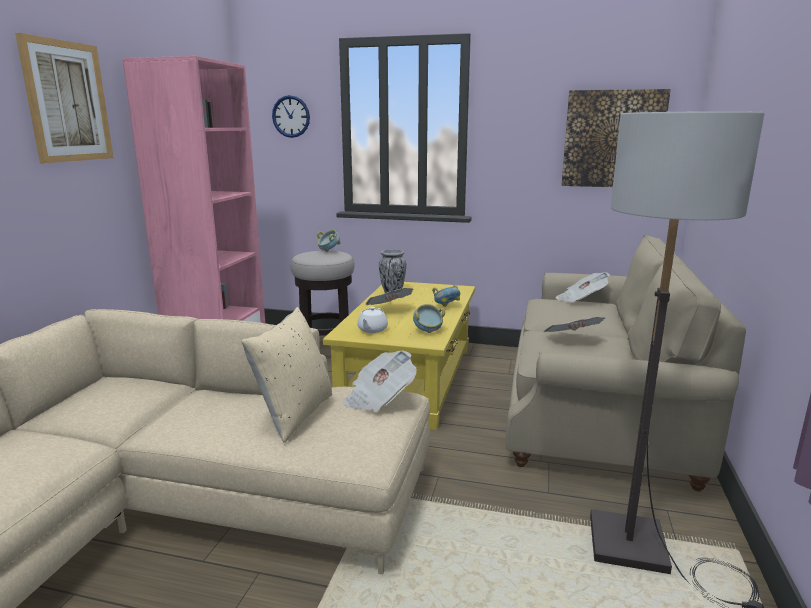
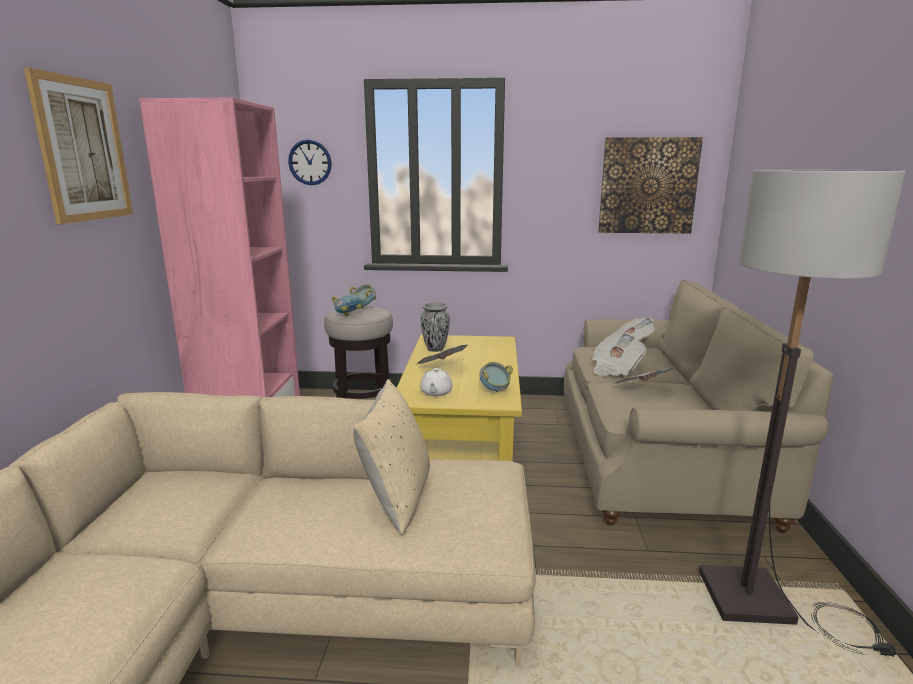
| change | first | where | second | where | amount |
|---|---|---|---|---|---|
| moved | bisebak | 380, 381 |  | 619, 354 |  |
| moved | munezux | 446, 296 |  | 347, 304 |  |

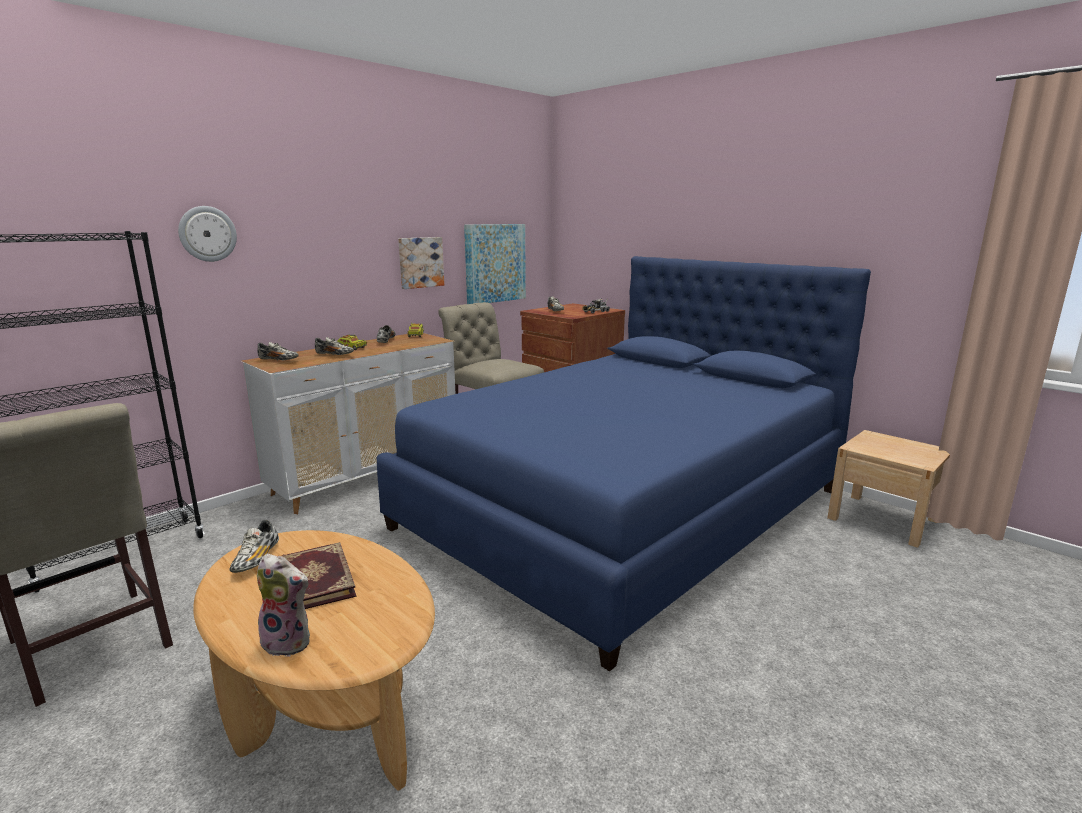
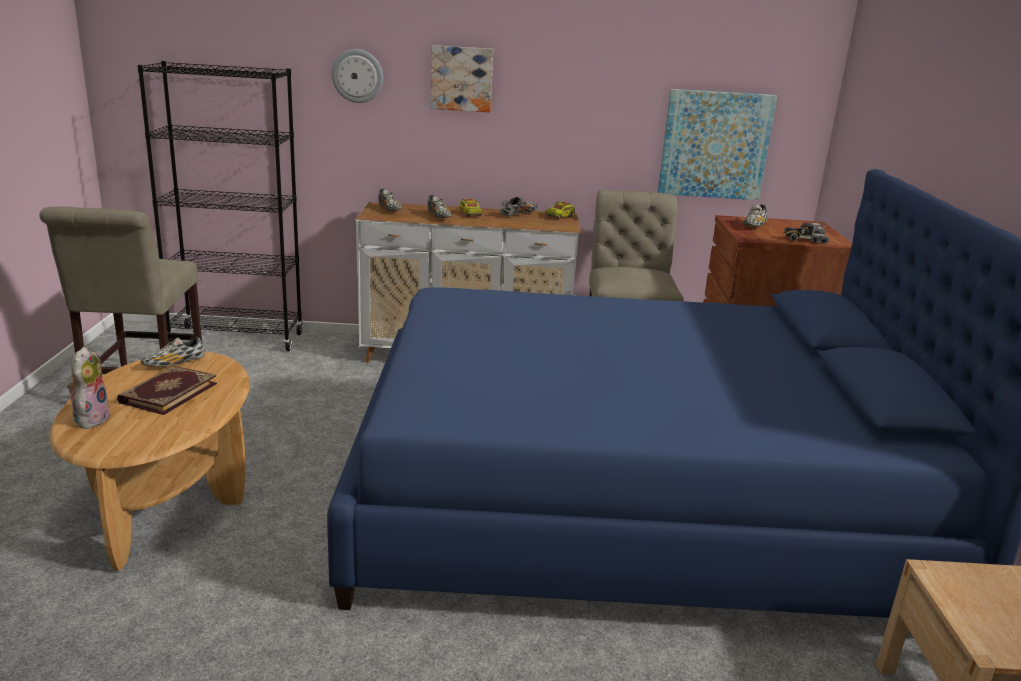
| change | first | where | second | where | amount |
|---|---|---|---|---|---|
| turned | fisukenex | 283, 605 |  | 89, 388 | 150 degrees counterclockwise |
| moved | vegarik | 421, 263 |  | 461, 78 |  |

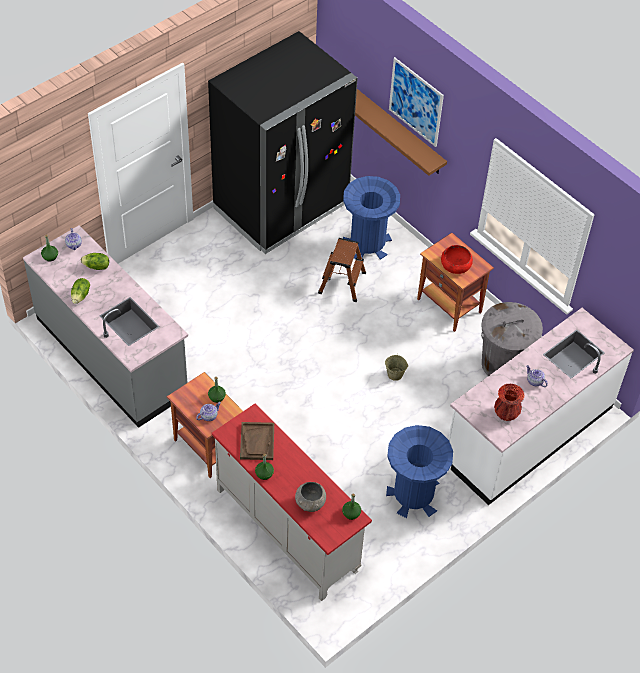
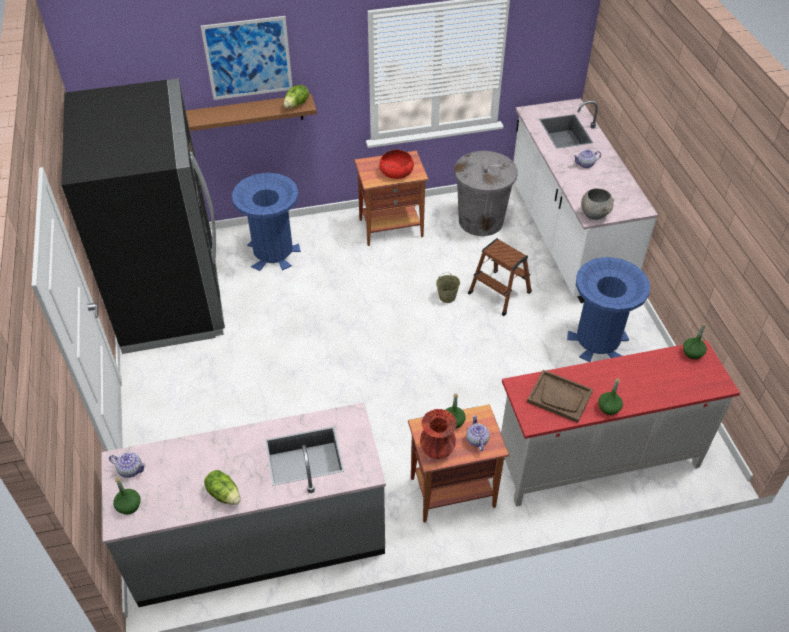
| change | first | where | second | where | amount |
|---|---|---|---|---|---|
| moved | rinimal | 95, 261 |  | 296, 96 |  |
| moved | munezux (grey) | 310, 497 |  | 597, 204 |  |
| moved | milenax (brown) | 342, 270 |  | 500, 277 |  |
| moved | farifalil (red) | 509, 402 |  | 438, 434 |  |

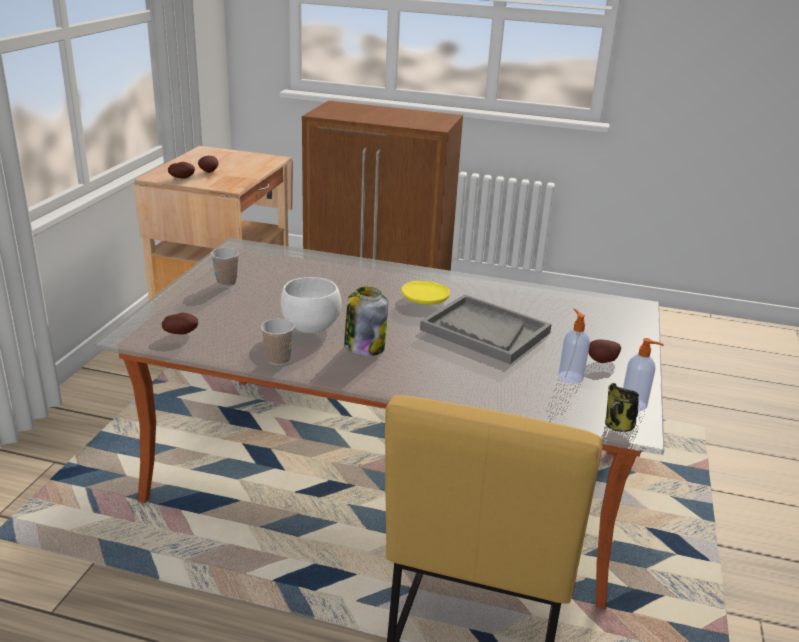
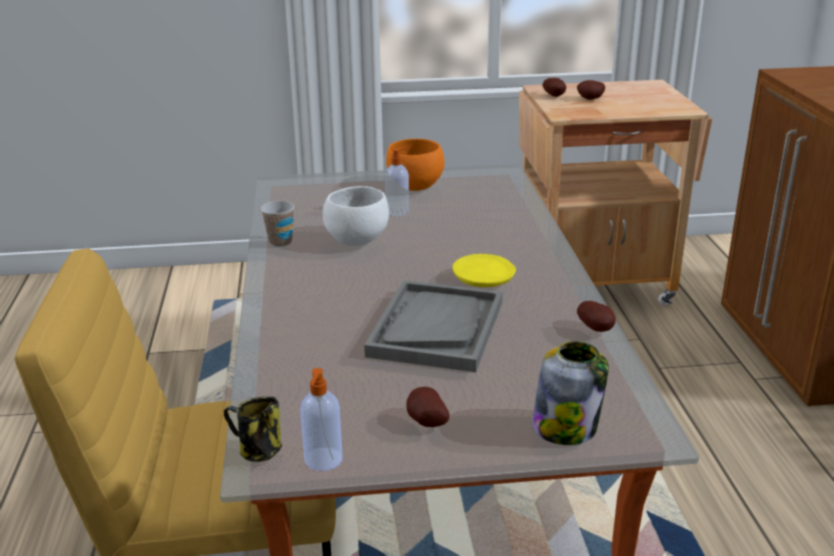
| change | first | where | second | where | amount |
|---|---|---|---|---|---|
| moved | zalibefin | 180, 323 |  | 596, 316 |  |
| replaced | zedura | 225, 267 | munezux (orange) | 415, 165 |  |
| moved | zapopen | 366, 321 |  | 570, 393 |  |
| moved | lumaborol | 574, 346 |  | 397, 181 |  |

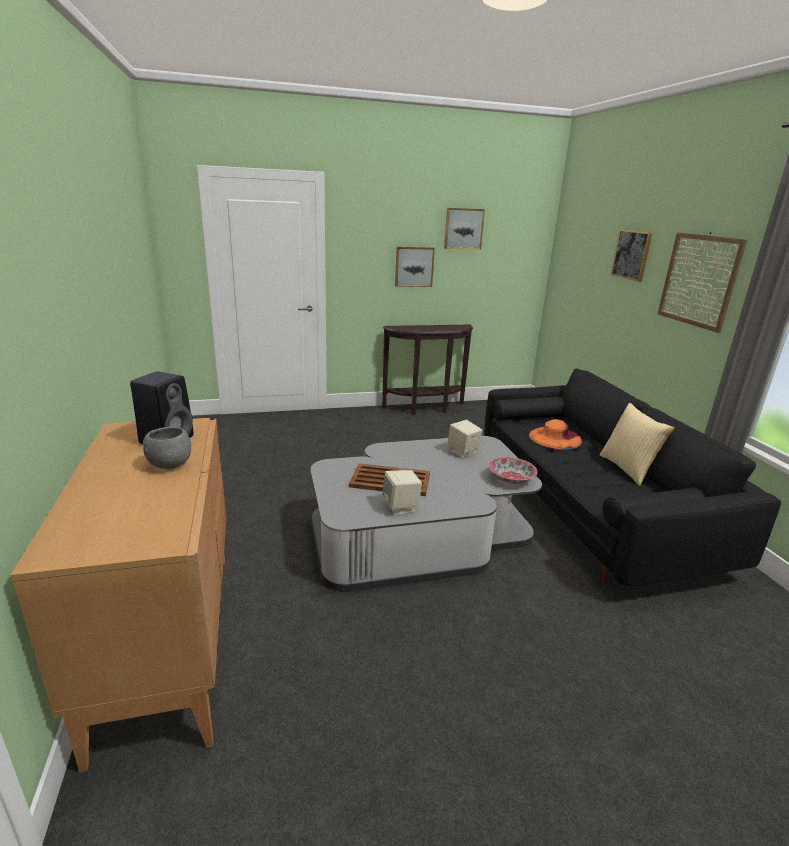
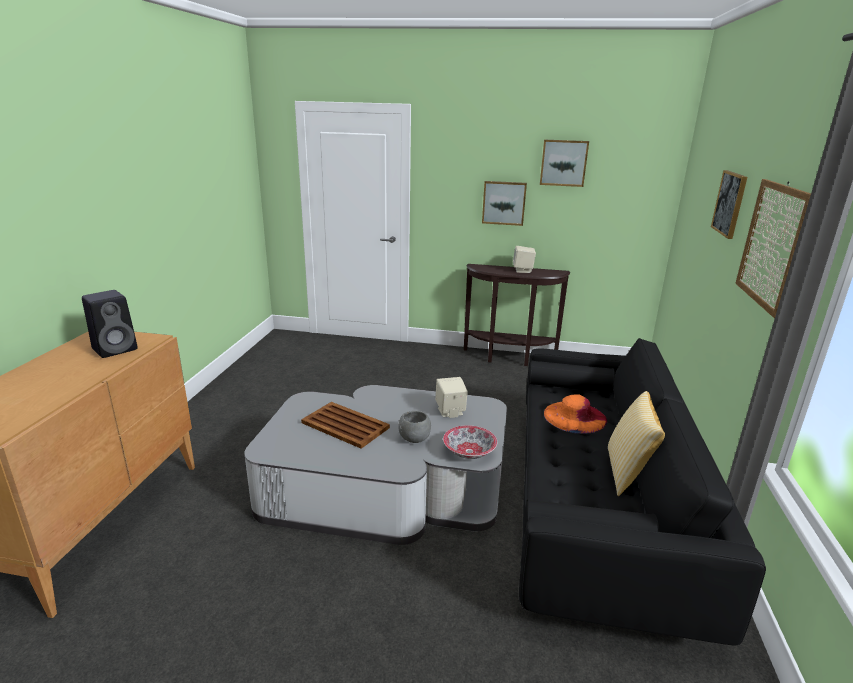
| change | first | where | second | where | amount |
|---|---|---|---|---|---|
| moved | munezux (grey) | 167, 448 |  | 414, 427 |  |
| moved | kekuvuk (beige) | 402, 492 |  | 524, 259 |  |

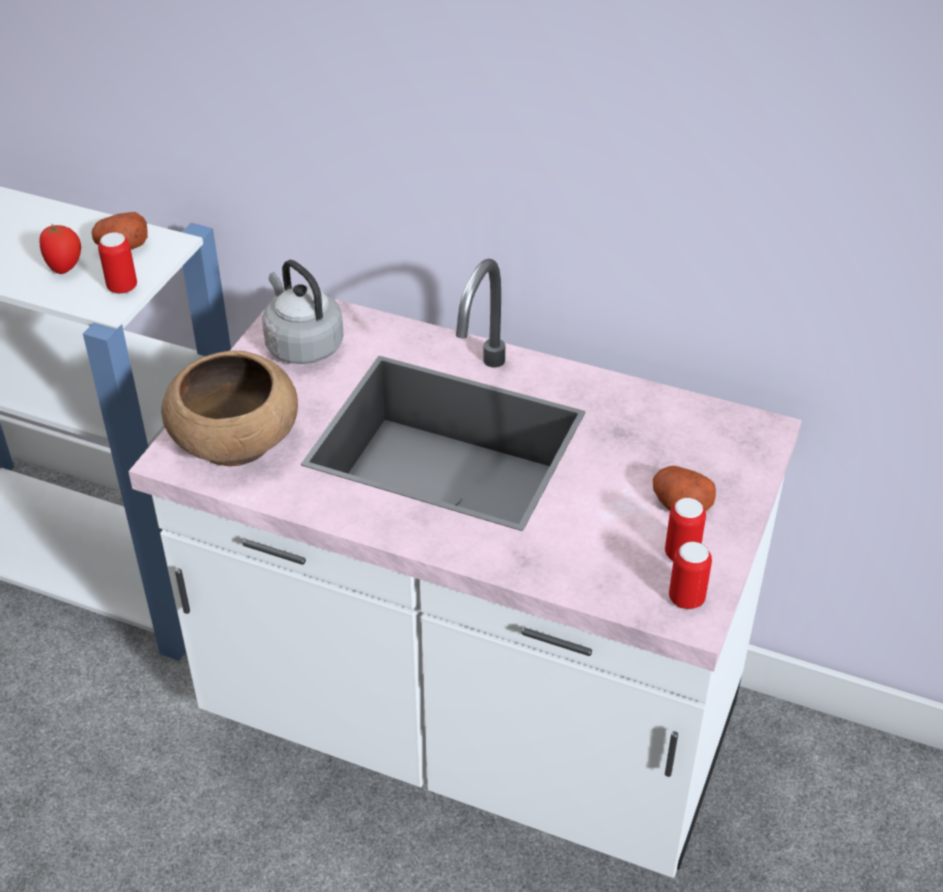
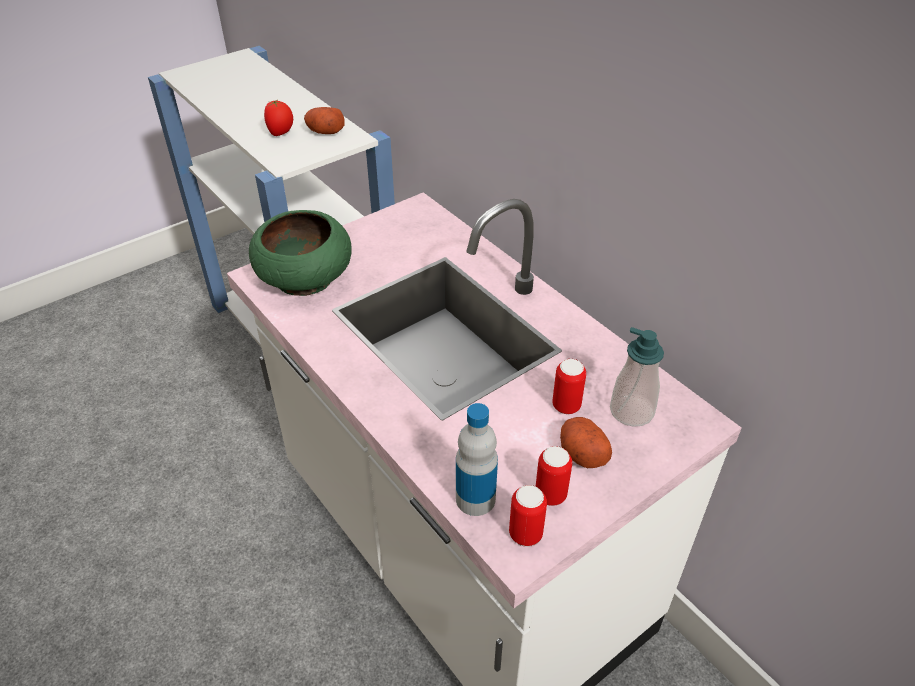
| change | first | where | second | where | amount |
|---|---|---|---|---|---|
| moved | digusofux | 117, 263 |  | 569, 386 |  |
| recoloured | munezux (brown) | 229, 408 | munezux (green) | 300, 253 |  |
| removed | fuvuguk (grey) | 303, 312 |  |  |  |
| added |  |  | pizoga | 477, 459 |  |
| added |  |  | lumaborol | 637, 377 |  |

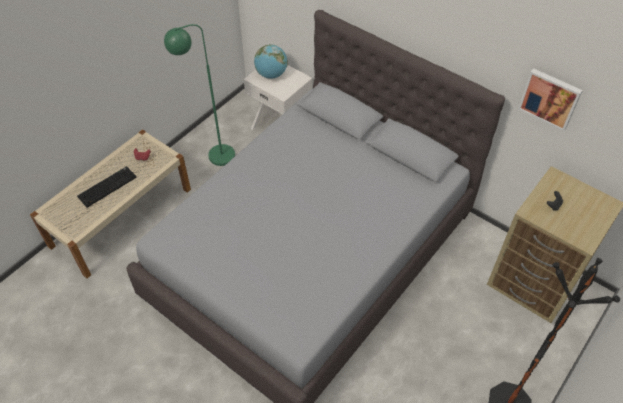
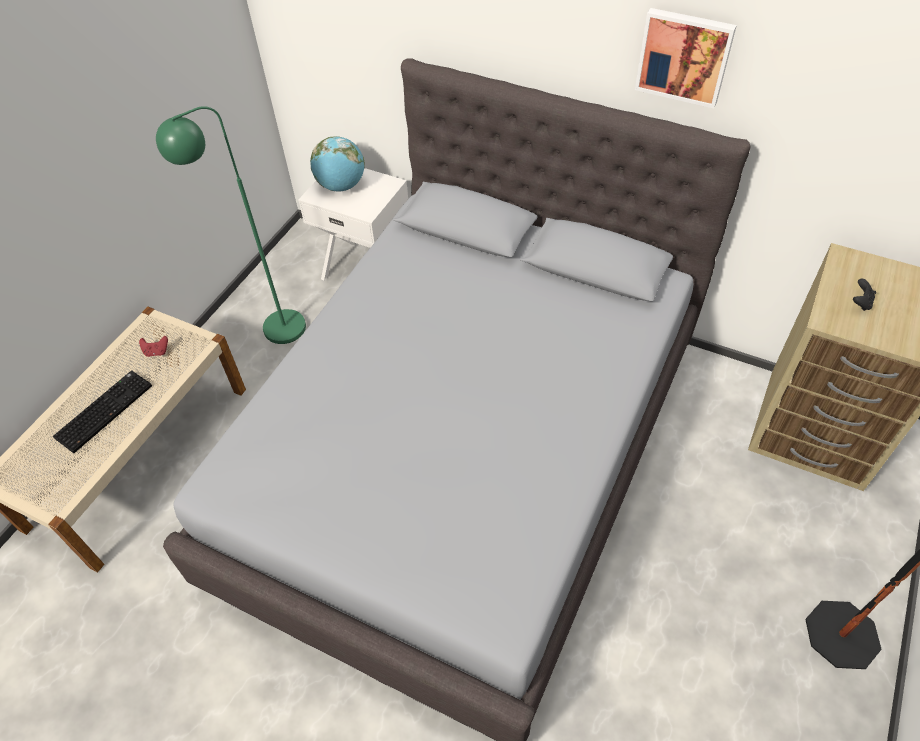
| change | first | where | second | where | amount |
|---|---|---|---|---|---|
| moved | vegarik | 550, 100 |  | 686, 58 |  |

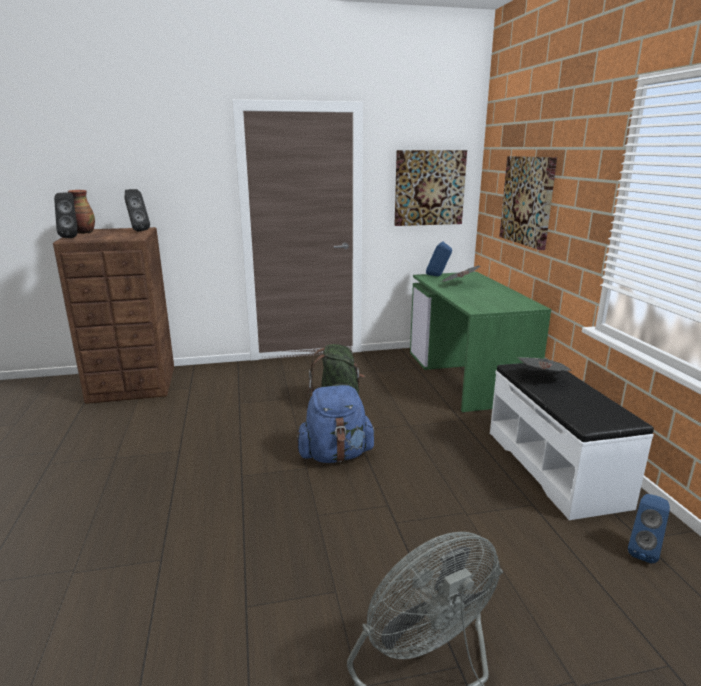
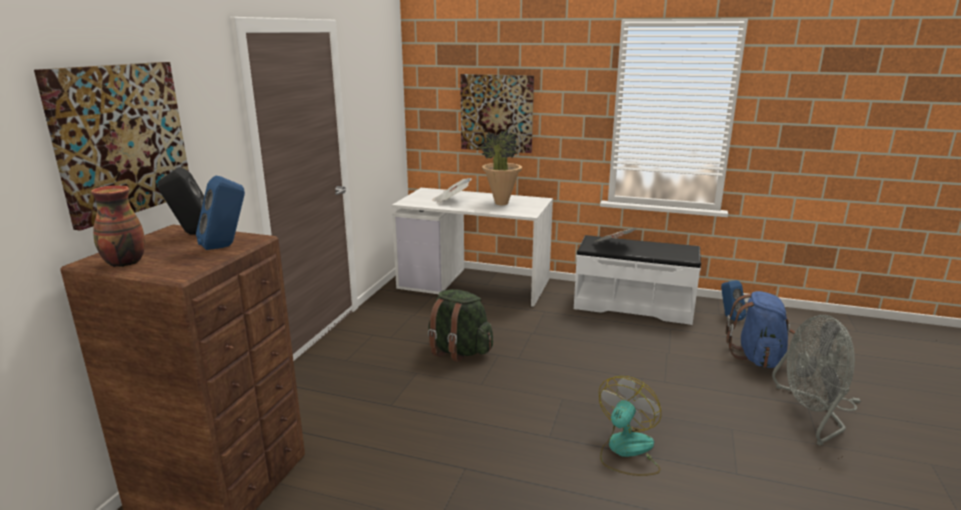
| change | first | where | second | where | amount |
|---|---|---|---|---|---|
| removed | kekuvuk (black) | 65, 215 |  |  |  |
| moved | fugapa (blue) | 336, 424 |  | 760, 329 |  |
| moved | vegarik | 431, 188 |  | 111, 146 |  |
| recoloured | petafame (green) | 480, 342 | petafame (white) | 472, 247 |  |
| moved | kekuvuk (blue) | 439, 258 |  | 220, 213 |  |
| added |  |  | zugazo | 501, 167 |  |
| added |  |  | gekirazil | 630, 426 |  |

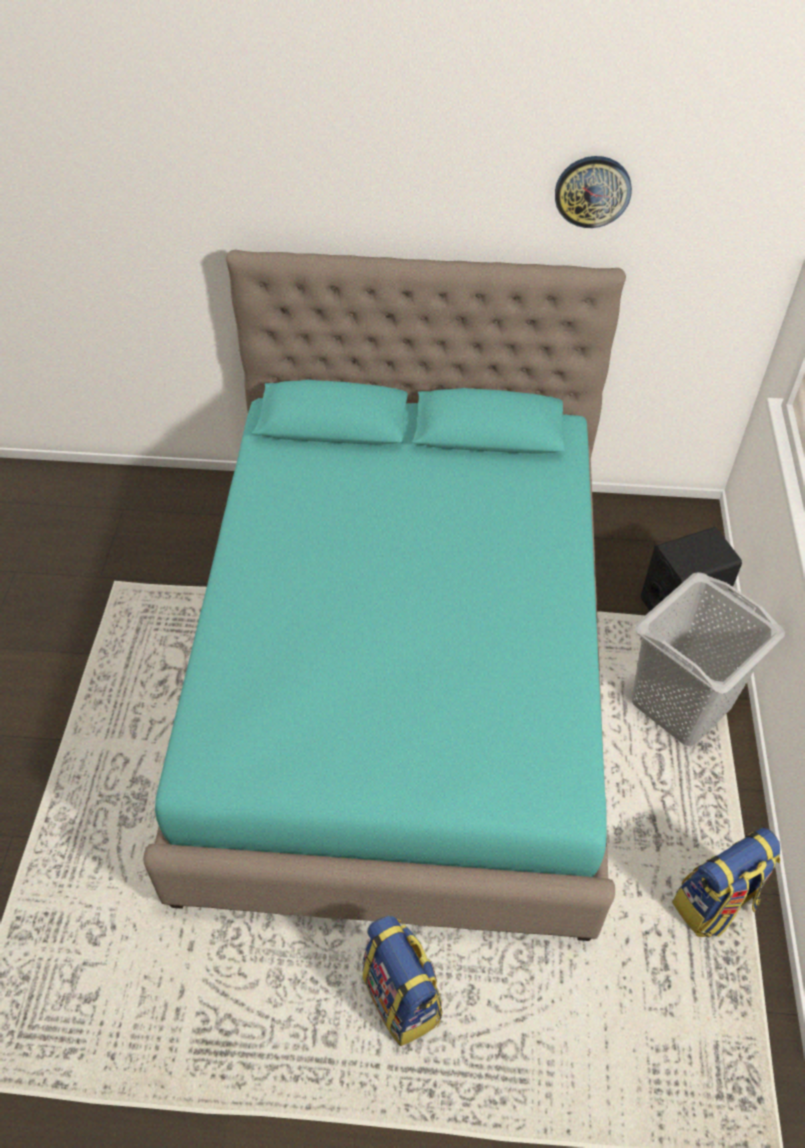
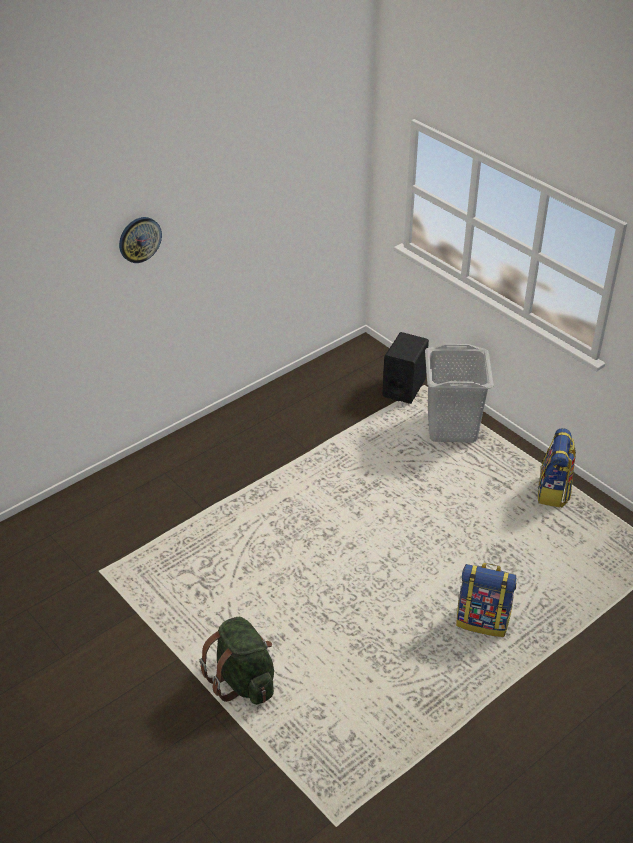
| change | first | where | second | where | amount |
|---|---|---|---|---|---|
| removed | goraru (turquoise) | 384, 595 |  |  |  |
| moved | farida | 593, 192 |  | 140, 240 |  |
| added |  |  | fugapa (green) | 236, 660 |  |

